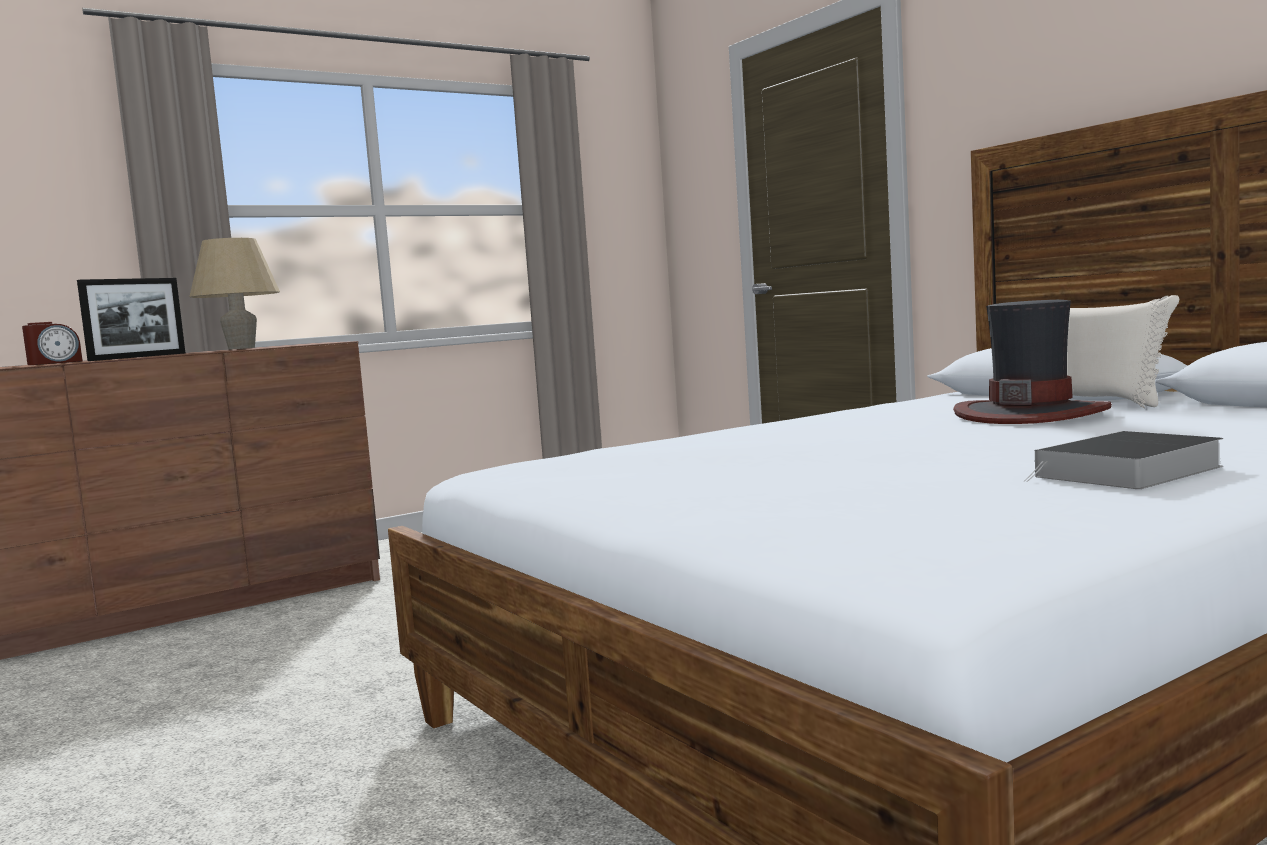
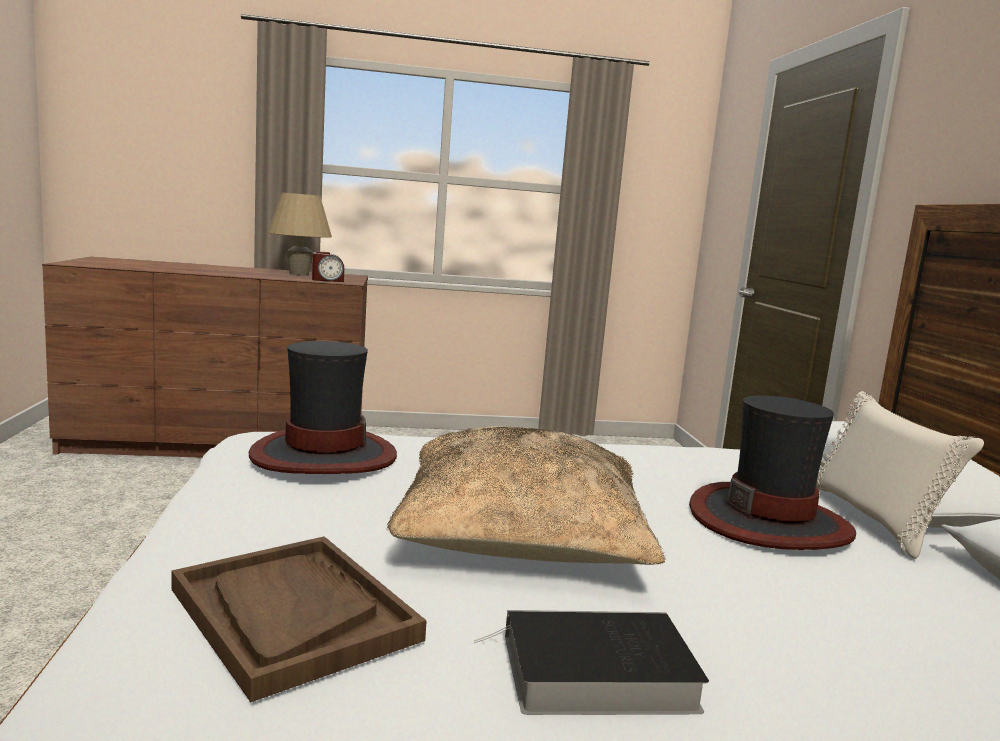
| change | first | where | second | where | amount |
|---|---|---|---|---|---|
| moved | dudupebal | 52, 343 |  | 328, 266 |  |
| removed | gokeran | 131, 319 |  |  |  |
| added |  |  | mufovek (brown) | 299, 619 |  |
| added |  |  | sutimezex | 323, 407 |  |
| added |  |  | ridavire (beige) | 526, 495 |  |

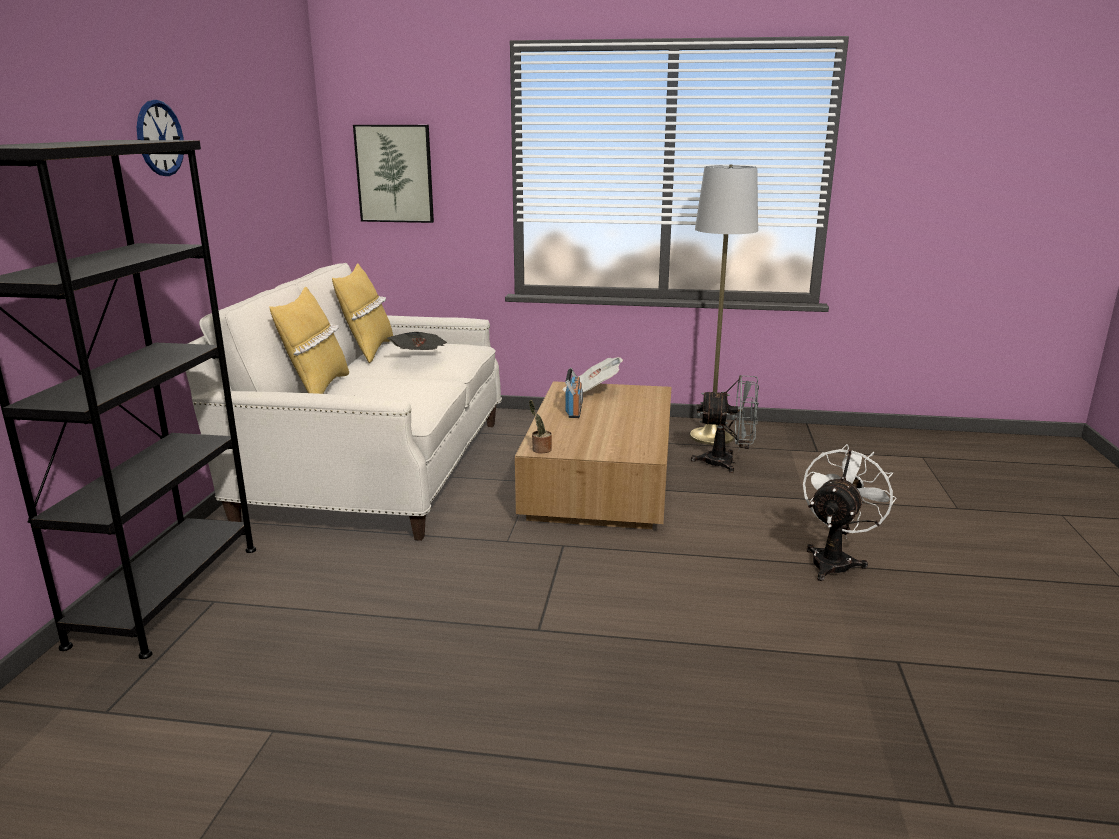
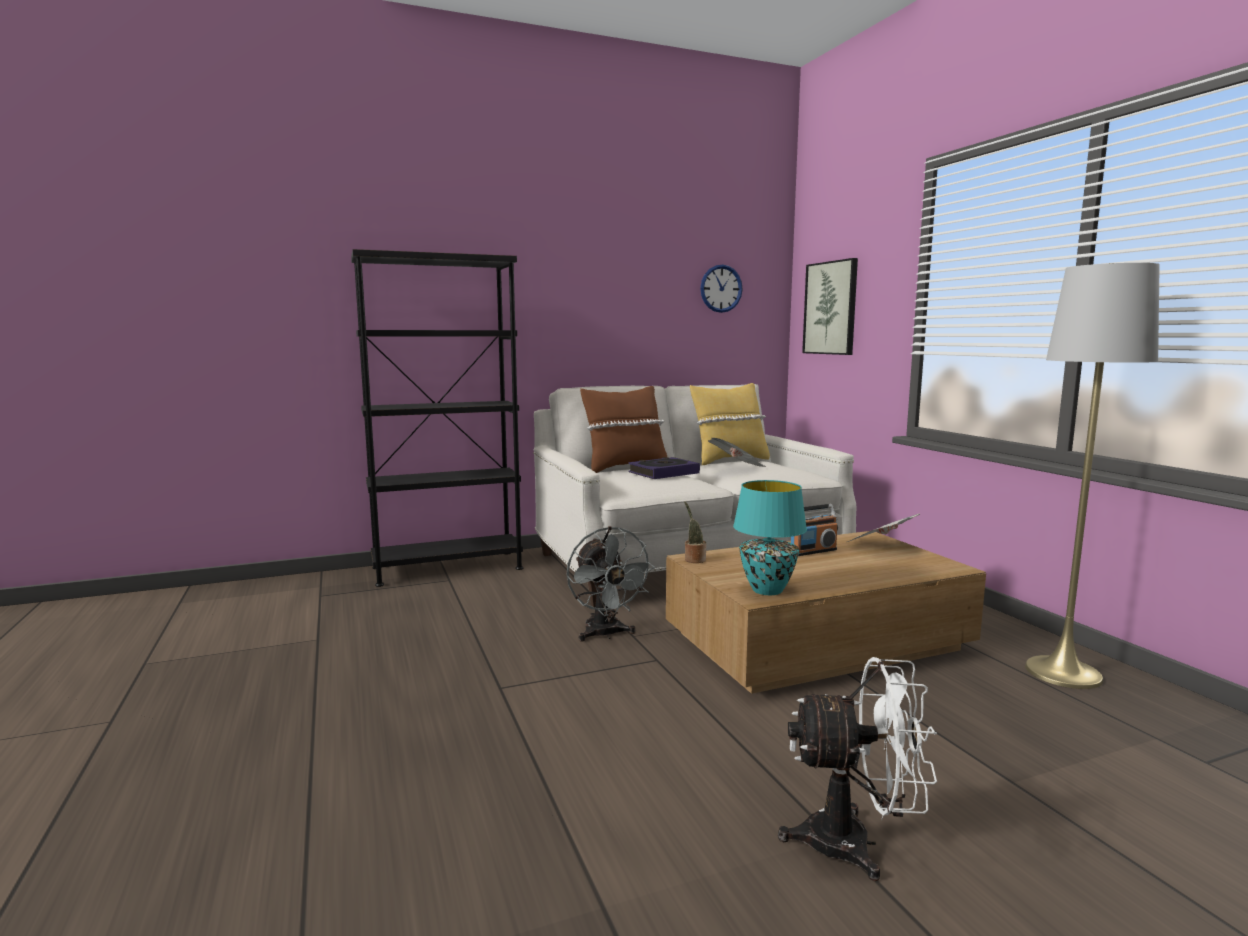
| change | first | where | second | where | amount |
|---|---|---|---|---|---|
| moved | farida | 160, 138 |  | 721, 289 |  |
| recoloured | ridavire (yellow) | 309, 340 | ridavire (brown) | 623, 429 |  |
| moved | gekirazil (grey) | 725, 424 |  | 611, 584 |  |
| added |  |  | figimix | 664, 468 |  |
| added |  |  | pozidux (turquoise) | 770, 537 |  |

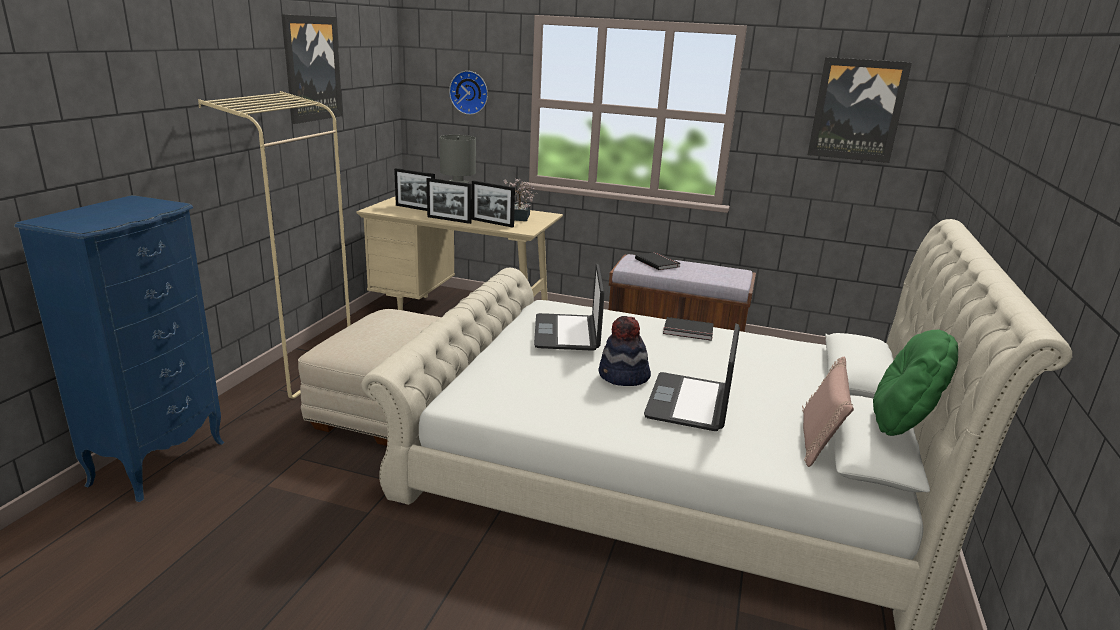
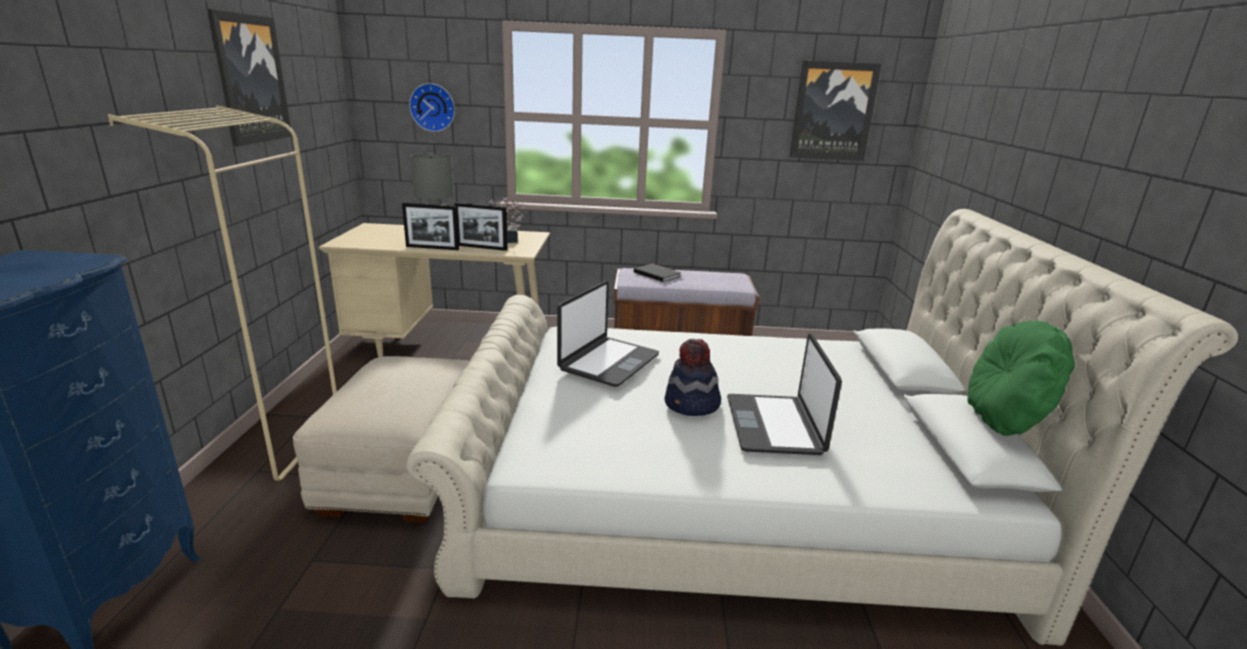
| change | first | where | second | where | amount |
|---|---|---|---|---|---|
| removed | gokeran | 414, 189 |  |  |  |
| turned | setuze | 569, 307 |  | 608, 334 | 135 degrees counterclockwise |
| removed | figimix (black) | 688, 329 |  |  |  |
| removed | ridavire (beige) | 828, 412 |  |  |  |

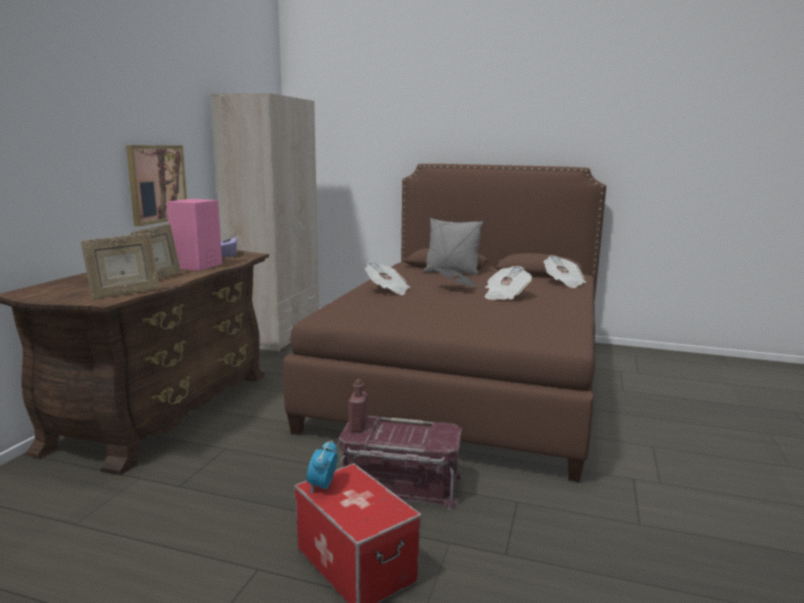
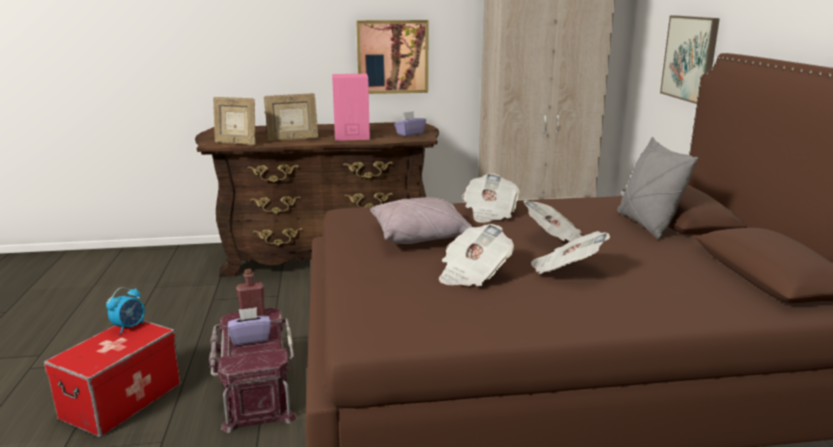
| change | first | where | second | where | amount |
|---|---|---|---|---|---|
| turned | dudupebal | 322, 467 |  | 125, 310 | 135 degrees clockwise |
| moved | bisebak | 565, 271 |  | 476, 255 |  |
| added |  |  | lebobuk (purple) | 249, 326 |  |
| added |  |  | ridavire (purple) | 421, 220 |  |
| added |  |  | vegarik | 690, 59 |  |

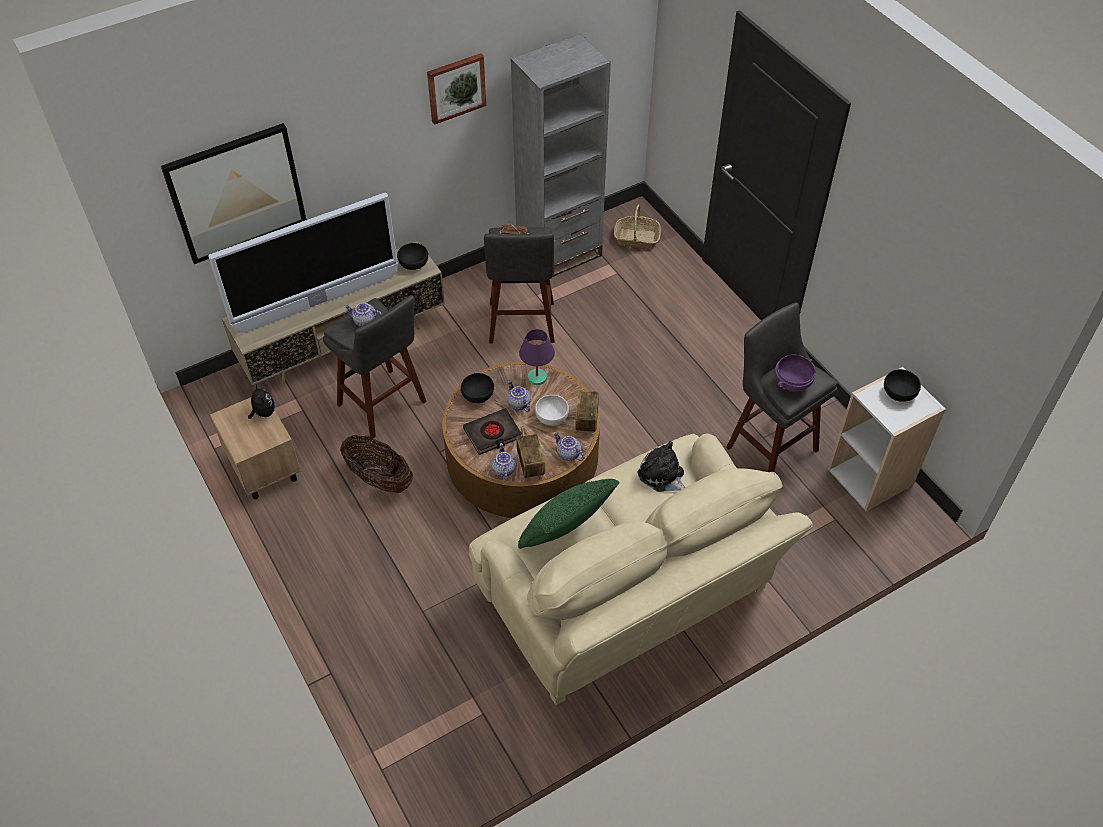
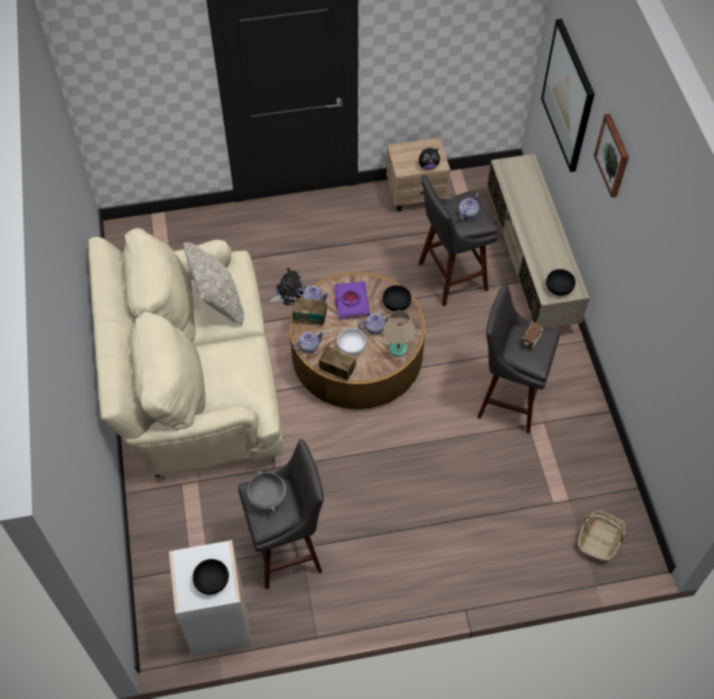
| change | first | where | second | where | amount |
|---|---|---|---|---|---|
| removed | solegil | 303, 263 |  |  |  |
| removed | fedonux | 376, 464 |  |  |  |
| moved | vegarik | 456, 89 |  | 611, 156 |  |
| recoloured | figimix (black) | 492, 431 | figimix (purple) | 352, 300 |  |
| removed | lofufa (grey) | 561, 155 |  |  |  |
| recoloured | ridavire (green) | 569, 514 | ridavire (beige) | 213, 284 |  |
| recoloured | pozidux (purple) | 537, 357 | pozidux (beige) | 399, 333 |  |
| moved | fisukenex | 661, 466 |  | 287, 286 |  |
| recoloured | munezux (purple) | 795, 373 | munezux (grey) | 266, 491 |  |

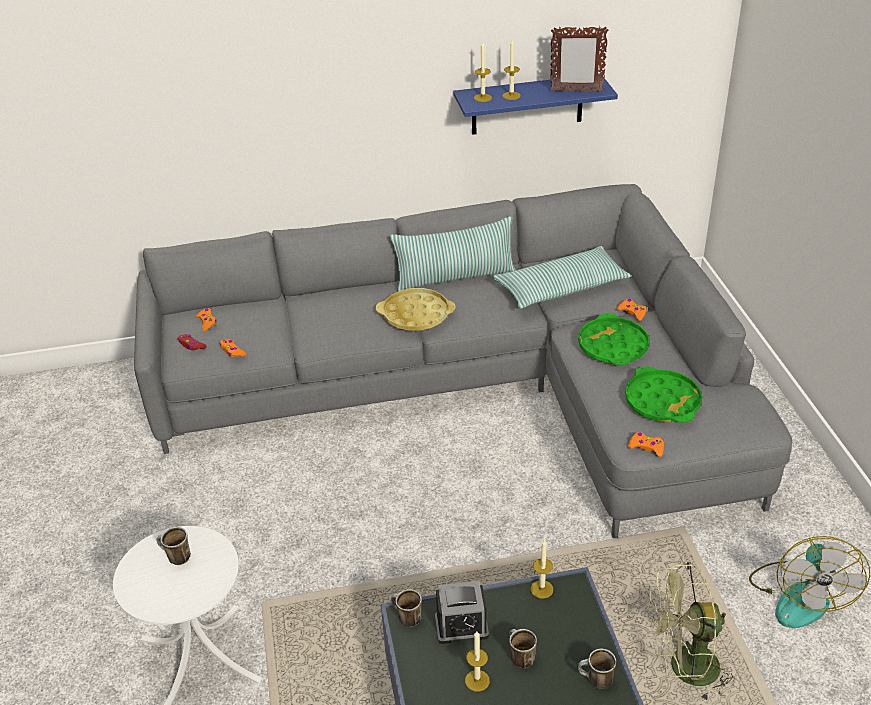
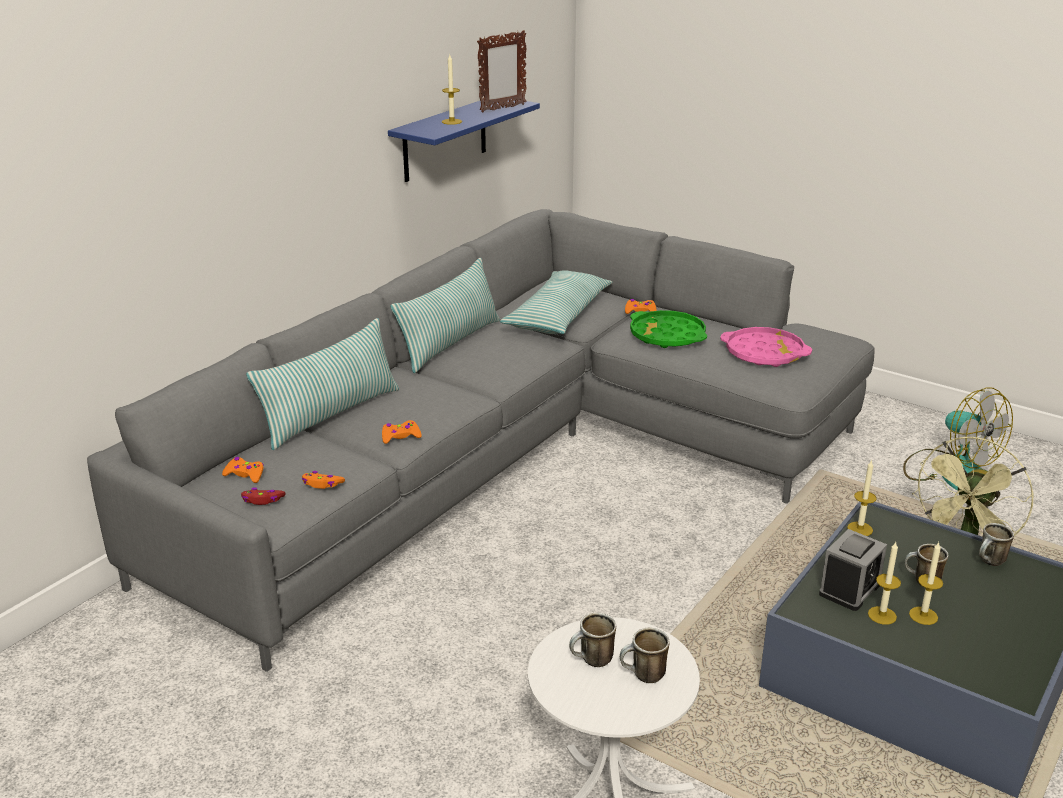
| change | first | where | second | where | amount |
|---|---|---|---|---|---|
| removed | mufovek (yellow) | 416, 309 |  |  |  |
| moved | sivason | 406, 608 |  | 645, 655 |  |
| moved | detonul | 483, 72 |  | 884, 583 |  |
| recoloured | mufovek (green) | 663, 394 | mufovek (pink) | 766, 347 |  |
| moved | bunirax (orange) | 646, 444 |  | 402, 432 |  |
| added |  |  | ridavire | 322, 384 |  |

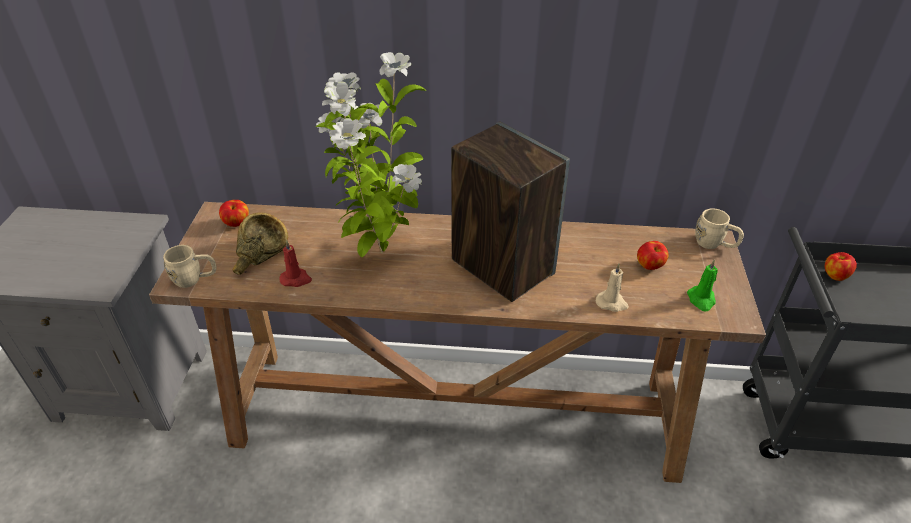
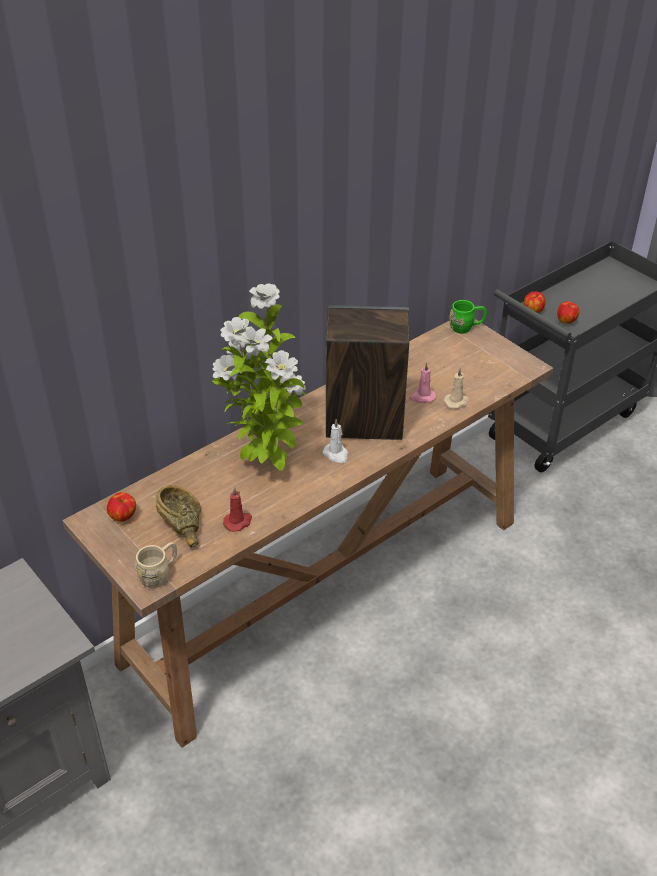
| change | first | where | second | where | amount |
|---|---|---|---|---|---|
| moved | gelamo | 653, 255 |  | 568, 312 |  |
| removed | detonul (green) | 702, 285 |  |  |  |
| recoloured | sivason (beige) | 719, 228 | sivason (green) | 468, 317 |  |
| added |  |  | detonul (white) | 335, 441 |  |
| added |  |  | detonul (pink) | 422, 382 |  |

